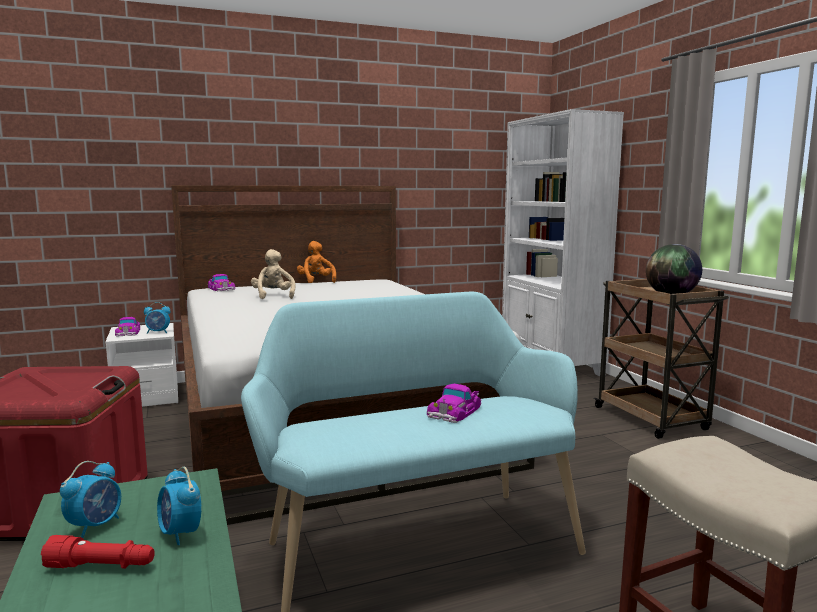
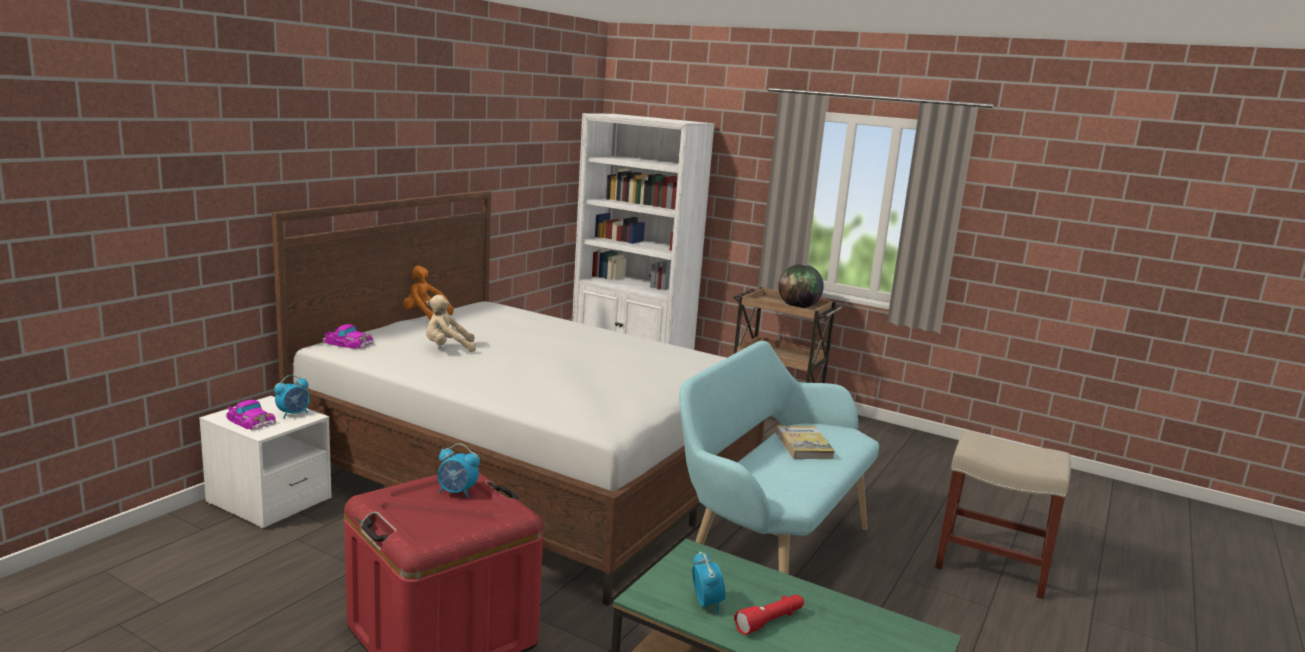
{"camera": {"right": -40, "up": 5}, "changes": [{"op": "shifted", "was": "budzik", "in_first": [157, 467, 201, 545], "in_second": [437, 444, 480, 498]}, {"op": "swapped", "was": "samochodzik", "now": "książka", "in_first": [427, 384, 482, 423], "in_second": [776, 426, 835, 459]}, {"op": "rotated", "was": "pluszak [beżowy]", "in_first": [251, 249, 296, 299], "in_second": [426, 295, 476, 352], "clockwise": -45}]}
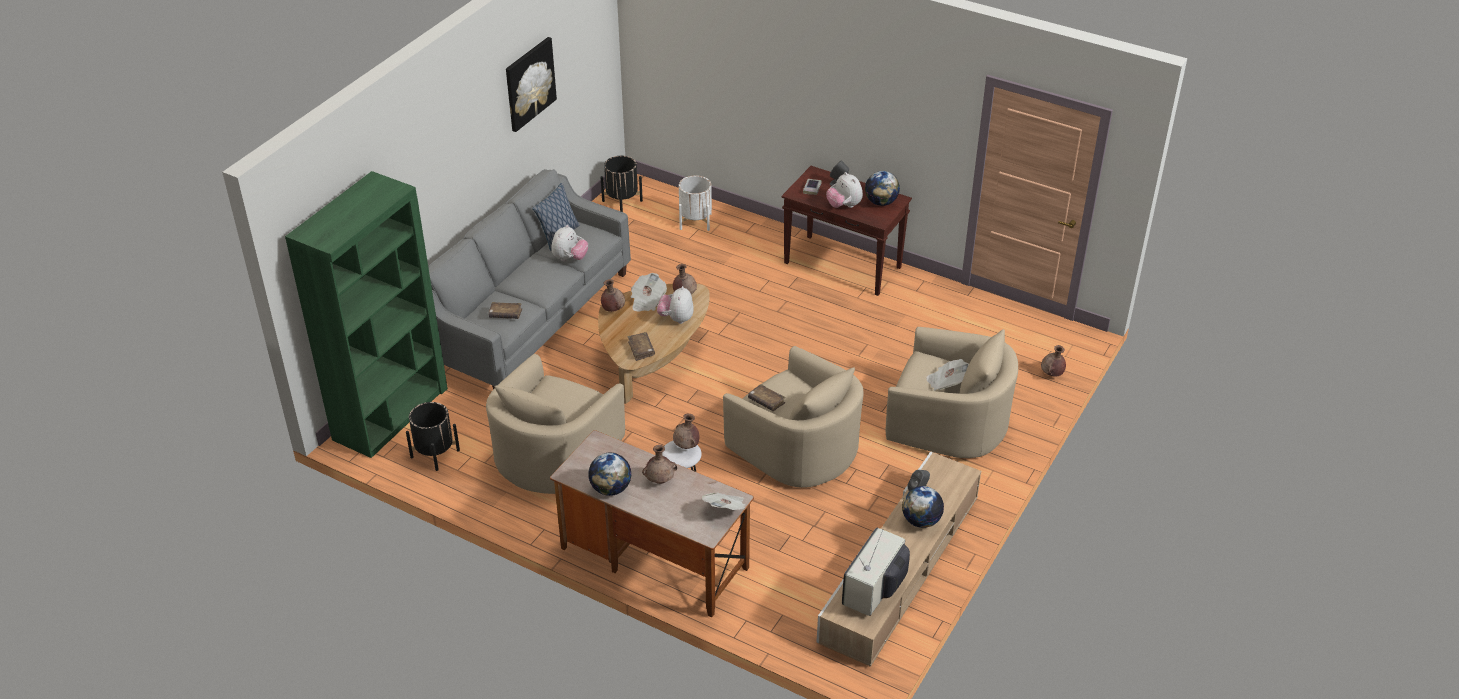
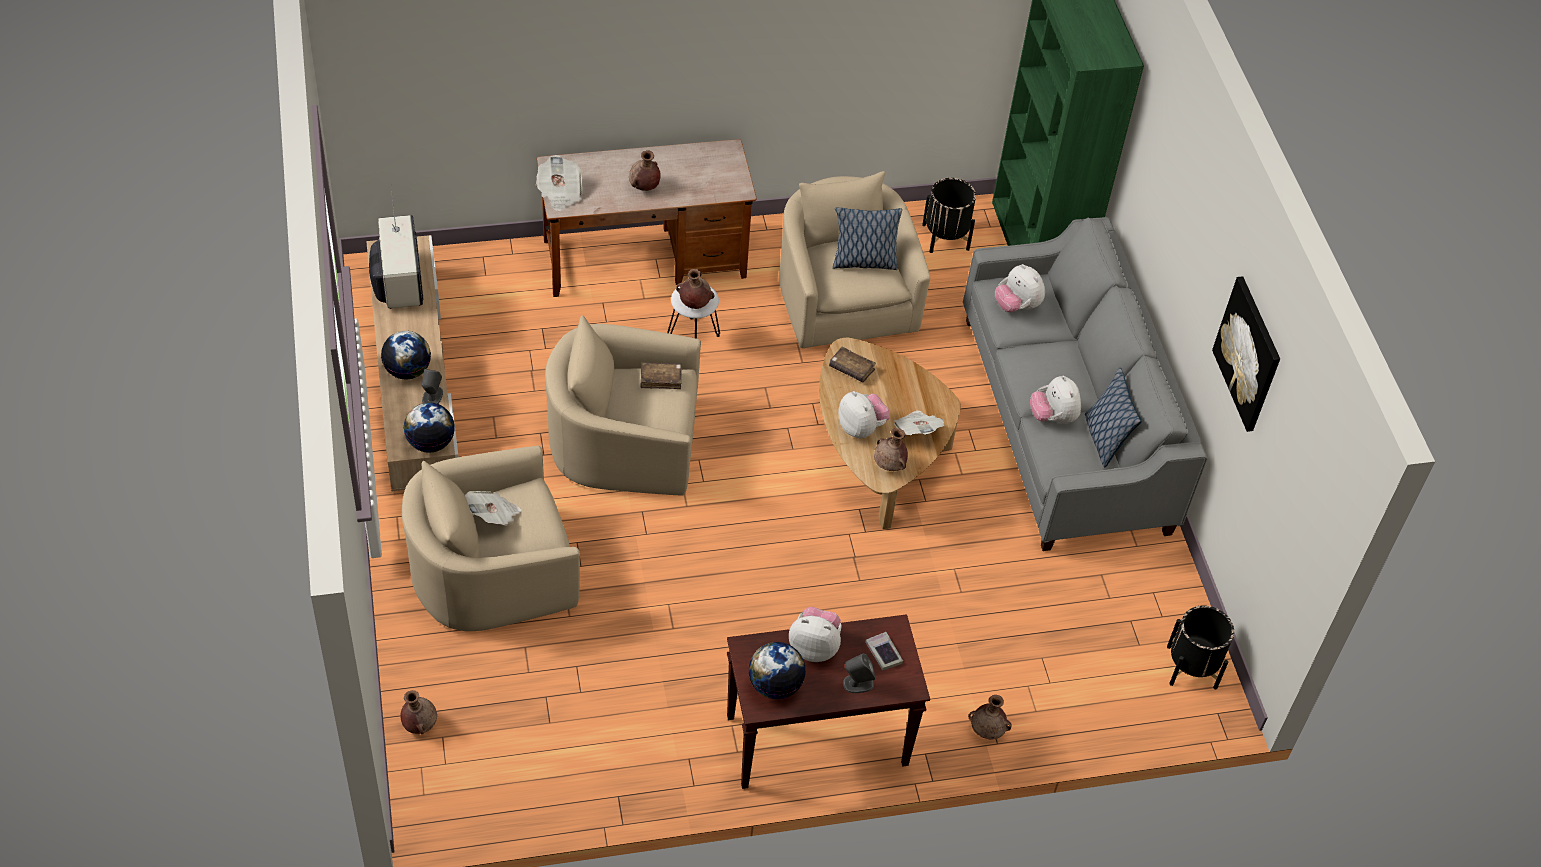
{"camera": {"right": 135, "up": 10}, "changes": [{"op": "gone", "was": "donica [biały]", "in_first": [679, 176, 712, 231]}, {"op": "new", "now": "poduszka", "in_second": [833, 208, 902, 270]}, {"op": "shifted", "was": "globus", "in_first": [588, 453, 632, 496], "in_second": [404, 402, 455, 453]}, {"op": "shifted", "was": "wazon [brązowy]", "in_first": [601, 279, 625, 312], "in_second": [968, 695, 1012, 740]}, {"op": "swapped", "was": "książka [brązowy]", "now": "pluszak", "in_first": [488, 302, 522, 319], "in_second": [995, 264, 1045, 312]}]}
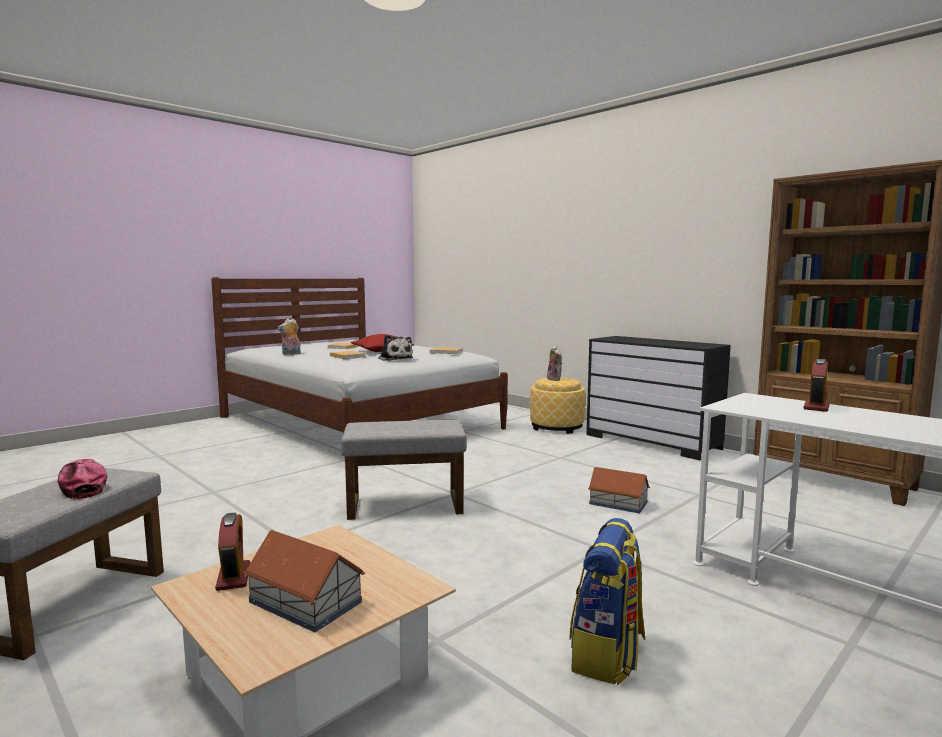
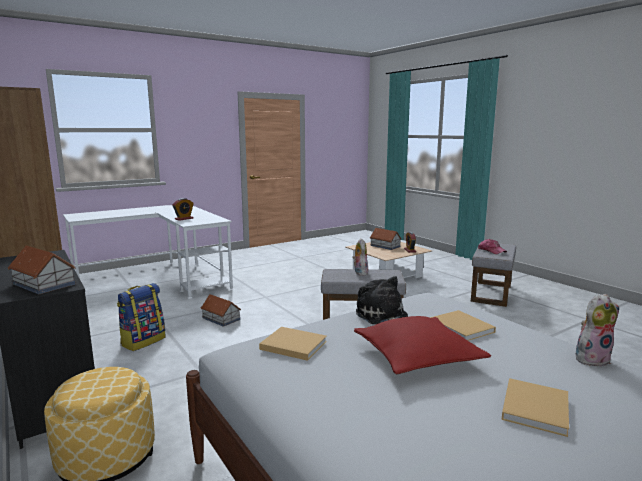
{"camera": {"right": -170, "up": 5}, "changes": [{"op": "new", "now": "domek", "in_second": [8, 246, 75, 294]}, {"op": "shifted", "was": "pluszak", "in_first": [547, 345, 562, 381], "in_second": [352, 238, 368, 276]}, {"op": "shifted", "was": "plecak", "in_first": [569, 518, 645, 685], "in_second": [117, 283, 166, 351]}]}
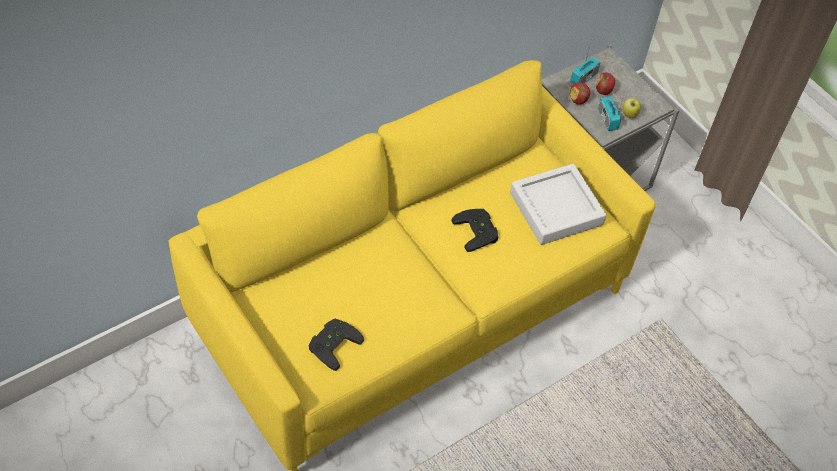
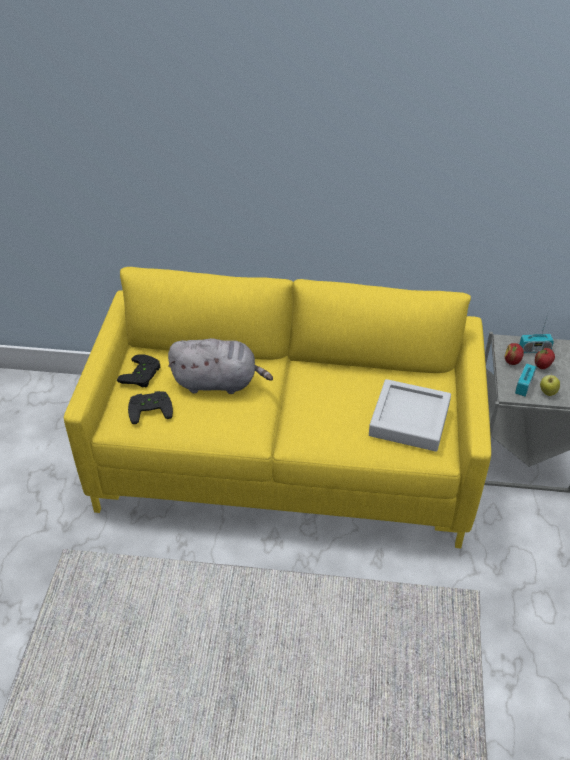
{"camera": {"right": 45, "up": -10}, "changes": [{"op": "new", "now": "pluszak [szary]", "in_second": [168, 338, 273, 394]}, {"op": "shifted", "was": "pad do gier [czarny]", "in_first": [451, 209, 498, 252], "in_second": [117, 354, 160, 388]}]}
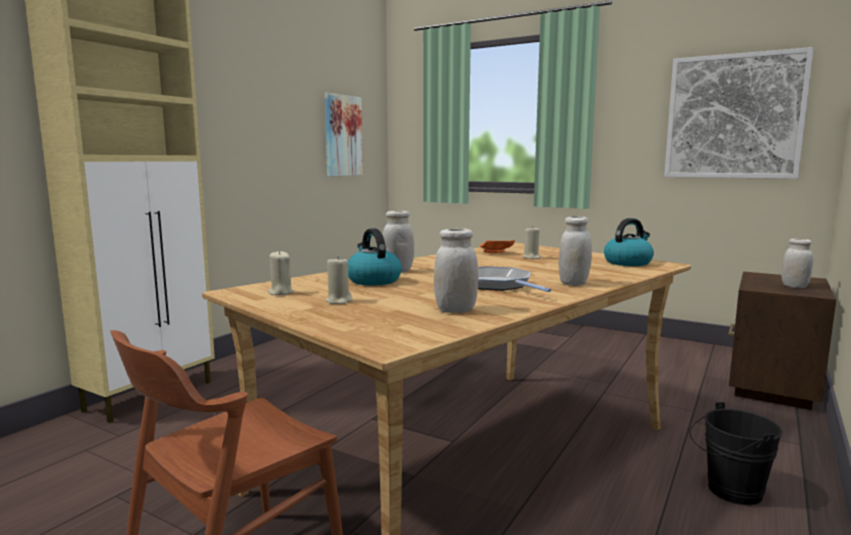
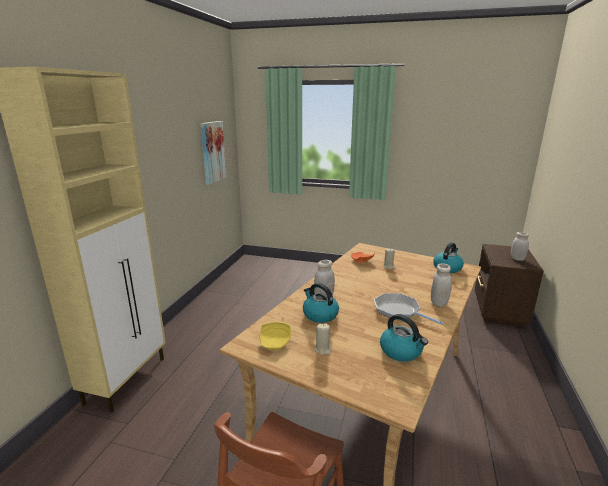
{"camera": {"right": -15, "up": 10}, "changes": [{"op": "gone", "was": "obraz", "in_first": [664, 47, 814, 179]}, {"op": "gone", "was": "wiadro [czarny]", "in_first": [690, 402, 783, 505]}, {"op": "swapped", "was": "świeca [beżowy]", "now": "talerz [żółty]", "in_first": [268, 250, 294, 295], "in_second": [260, 322, 291, 351]}, {"op": "swapped", "was": "słoik [biały]", "now": "czajnik", "in_first": [434, 228, 479, 313], "in_second": [380, 314, 428, 362]}]}
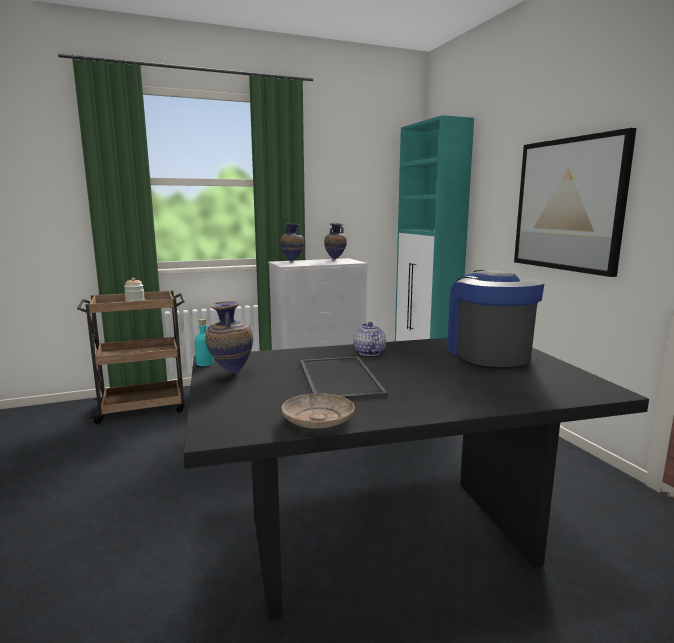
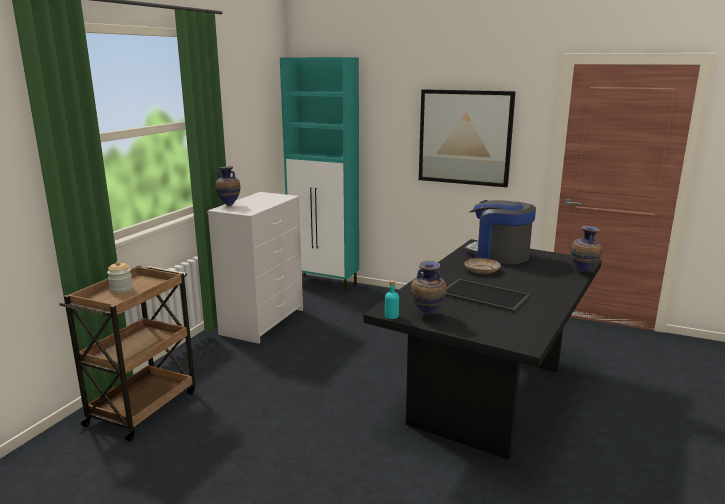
{"camera": {"right": -45, "up": 5}, "changes": [{"op": "gone", "was": "imbryk", "in_first": [353, 322, 386, 356]}, {"op": "shifted", "was": "talerz [beżowy]", "in_first": [282, 393, 355, 429], "in_second": [464, 258, 501, 274]}, {"op": "shifted", "was": "wazon", "in_first": [324, 223, 347, 259], "in_second": [571, 226, 602, 272]}]}
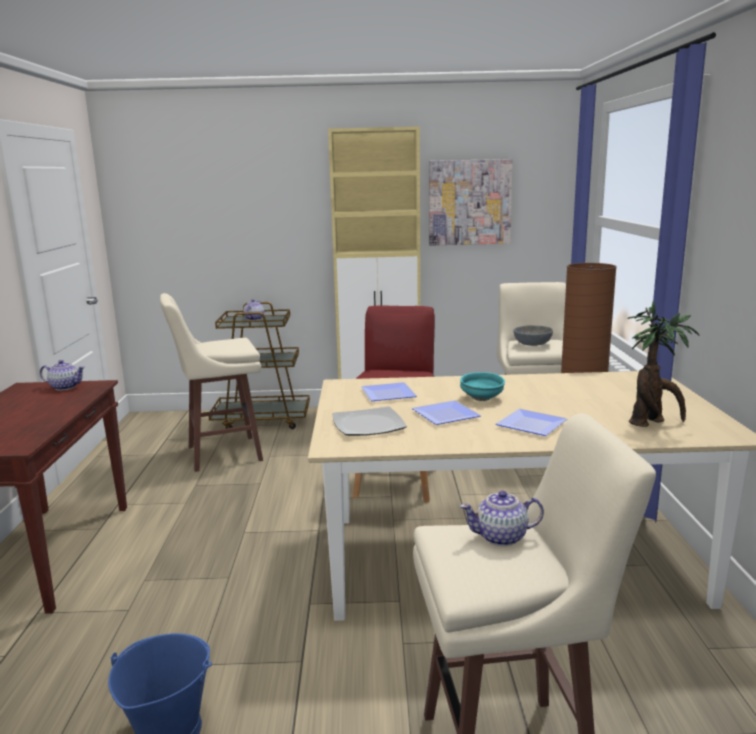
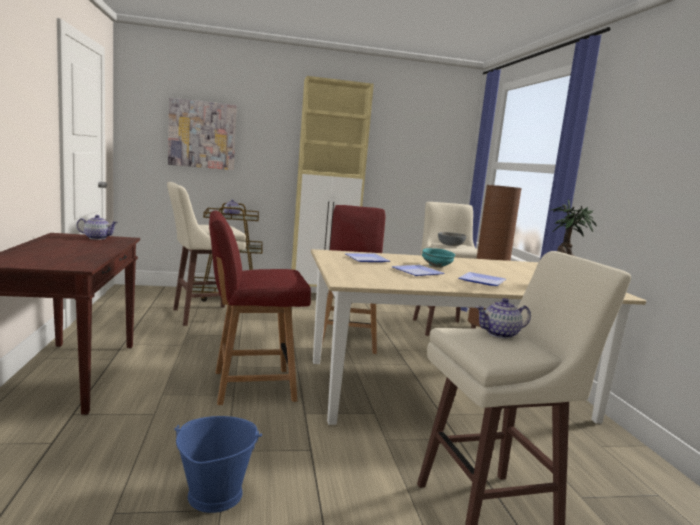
{"camera": {"right": -10, "up": -5}, "changes": [{"op": "gone", "was": "talerz", "in_first": [332, 406, 407, 436]}, {"op": "new", "now": "krzesło [czerwony]", "in_second": [209, 210, 311, 405]}, {"op": "shifted", "was": "obraz", "in_first": [429, 159, 513, 246], "in_second": [168, 98, 237, 170]}]}
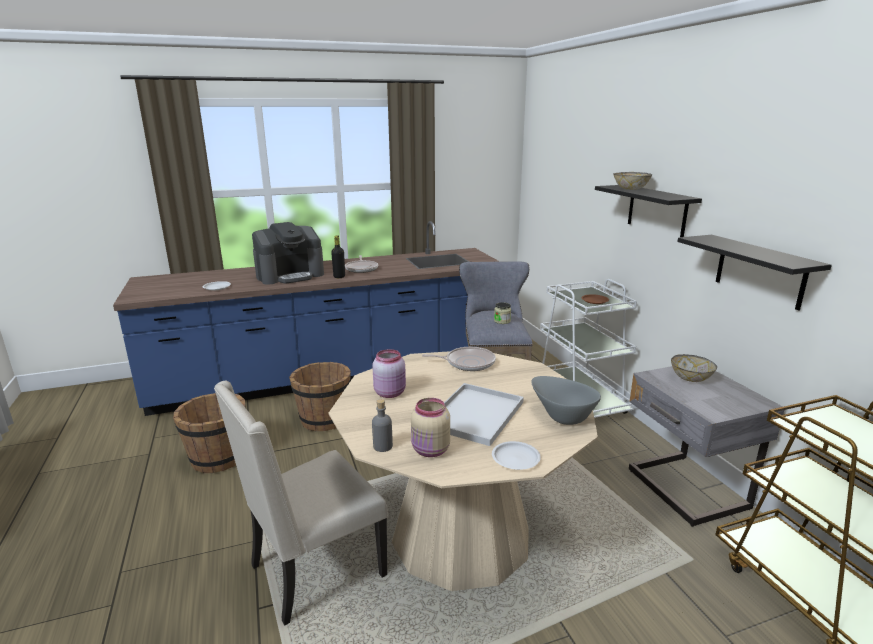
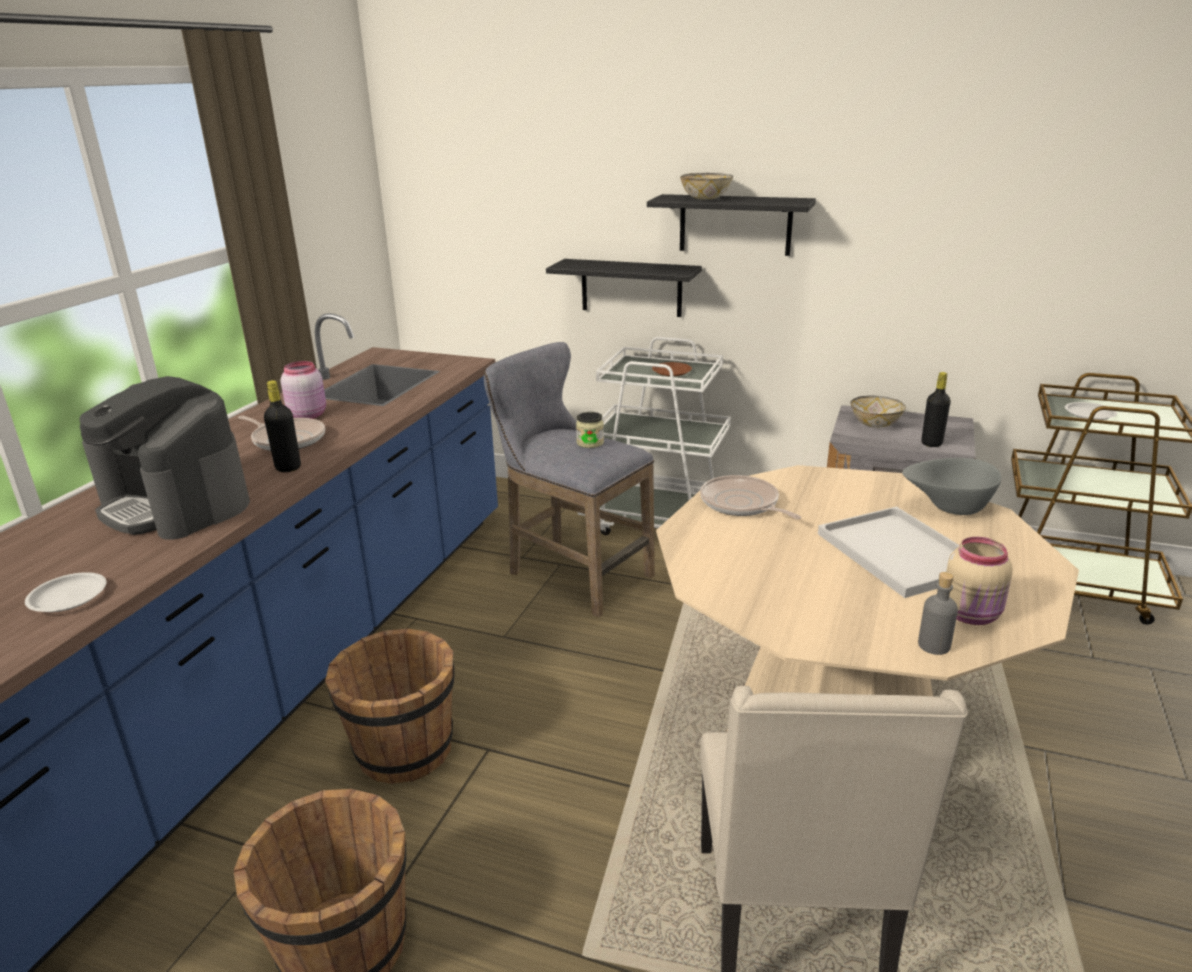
{"camera": {"right": -50, "up": 5}, "changes": [{"op": "new", "now": "butelka [czarny]", "in_second": [921, 372, 951, 447]}, {"op": "shifted", "was": "słoik [różowy]", "in_first": [372, 349, 406, 398], "in_second": [281, 361, 326, 419]}, {"op": "shifted", "was": "talerz [biały]", "in_first": [492, 441, 541, 470], "in_second": [1065, 402, 1117, 420]}, {"op": "shifted", "was": "półka [czarny]", "in_first": [677, 235, 832, 310], "in_second": [546, 259, 702, 317]}, {"op": "rotated", "was": "ekspres do kawy", "in_first": [252, 222, 324, 285], "in_second": [79, 376, 250, 540], "clockwise": 120}, {"op": "rotated", "was": "patelnia", "in_first": [422, 347, 496, 371], "in_second": [700, 475, 801, 519], "clockwise": -75}]}
